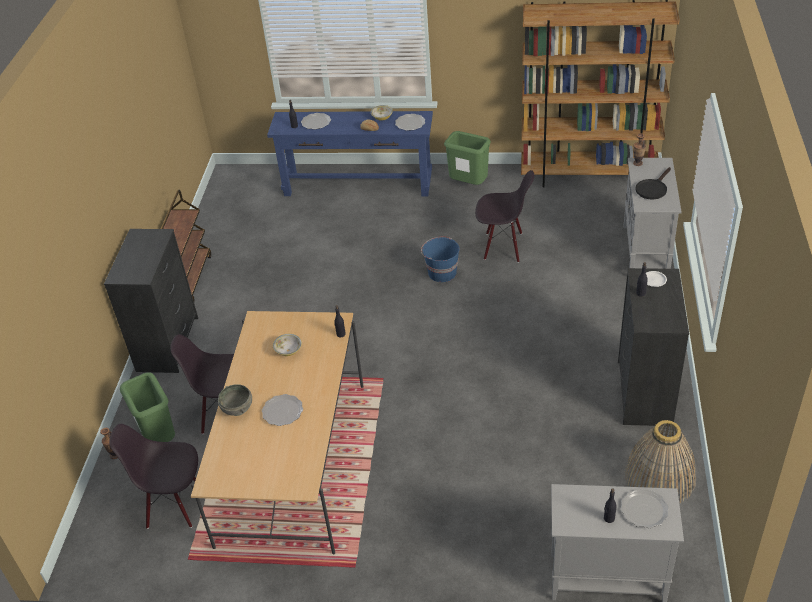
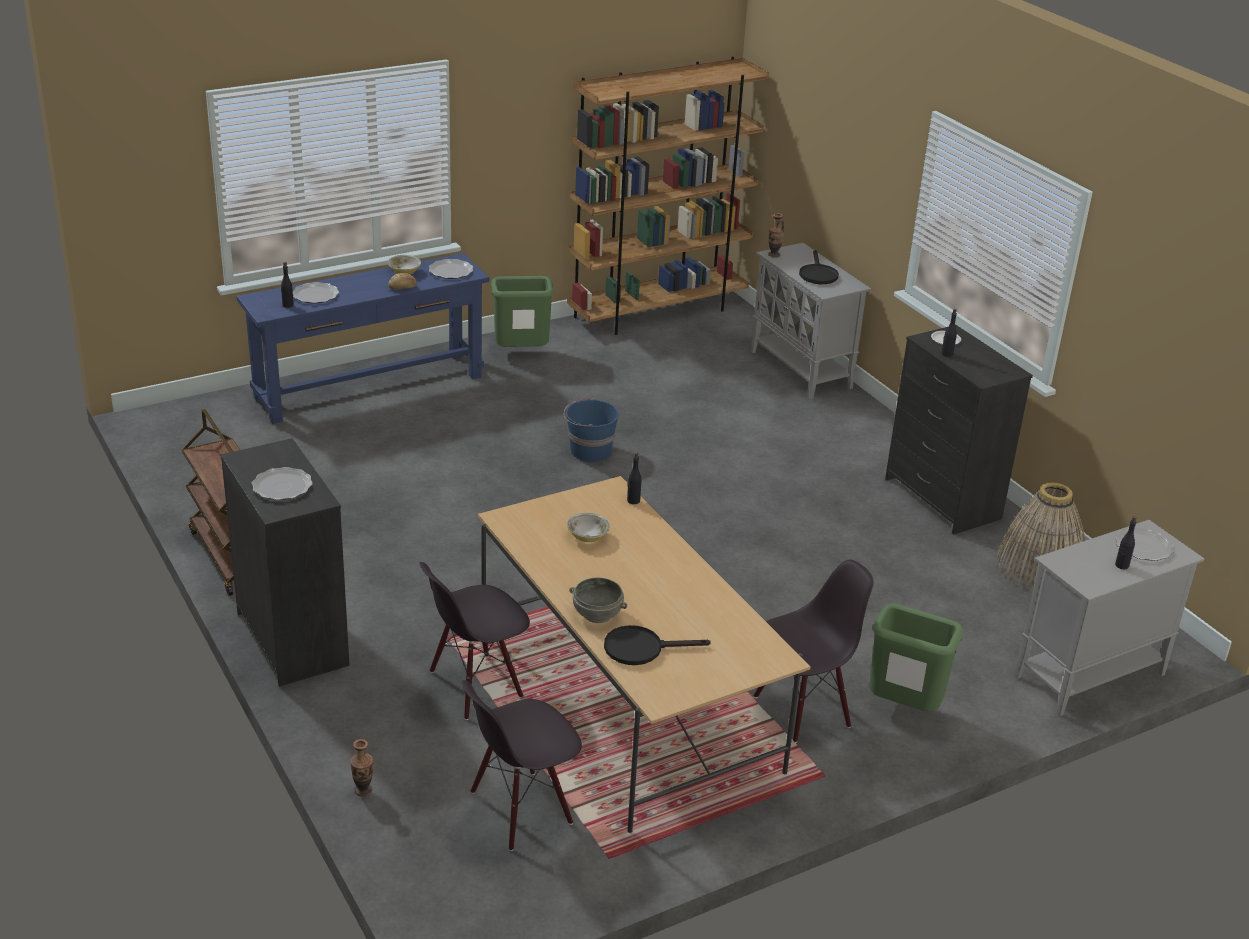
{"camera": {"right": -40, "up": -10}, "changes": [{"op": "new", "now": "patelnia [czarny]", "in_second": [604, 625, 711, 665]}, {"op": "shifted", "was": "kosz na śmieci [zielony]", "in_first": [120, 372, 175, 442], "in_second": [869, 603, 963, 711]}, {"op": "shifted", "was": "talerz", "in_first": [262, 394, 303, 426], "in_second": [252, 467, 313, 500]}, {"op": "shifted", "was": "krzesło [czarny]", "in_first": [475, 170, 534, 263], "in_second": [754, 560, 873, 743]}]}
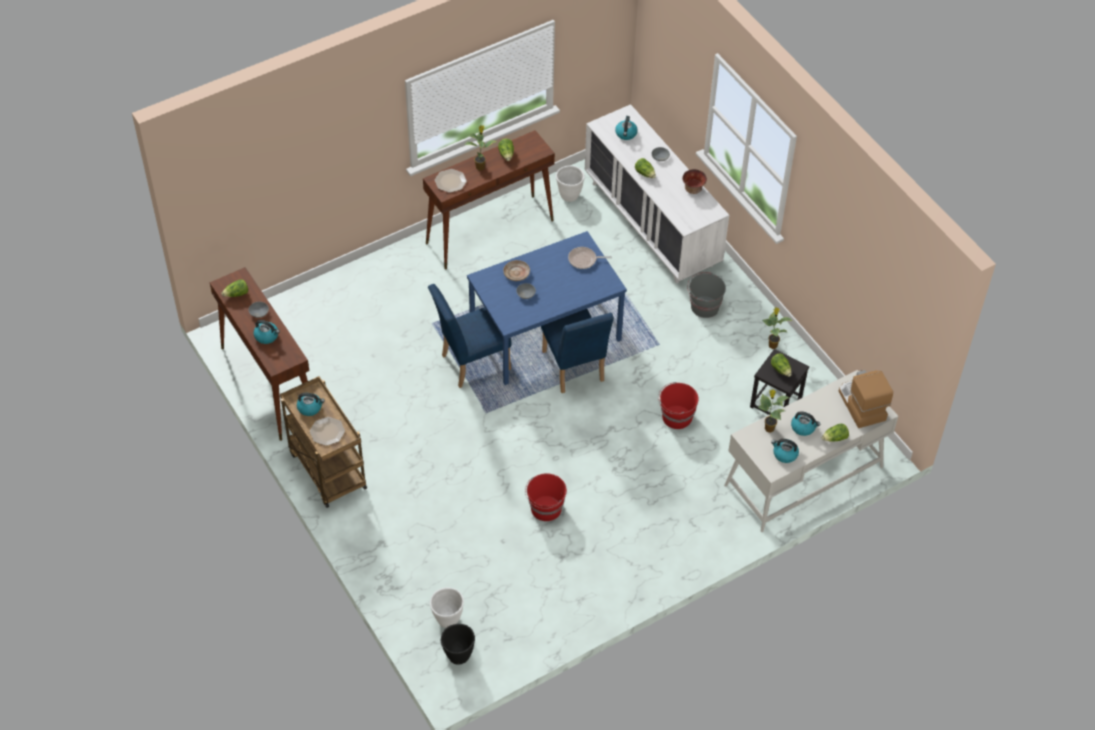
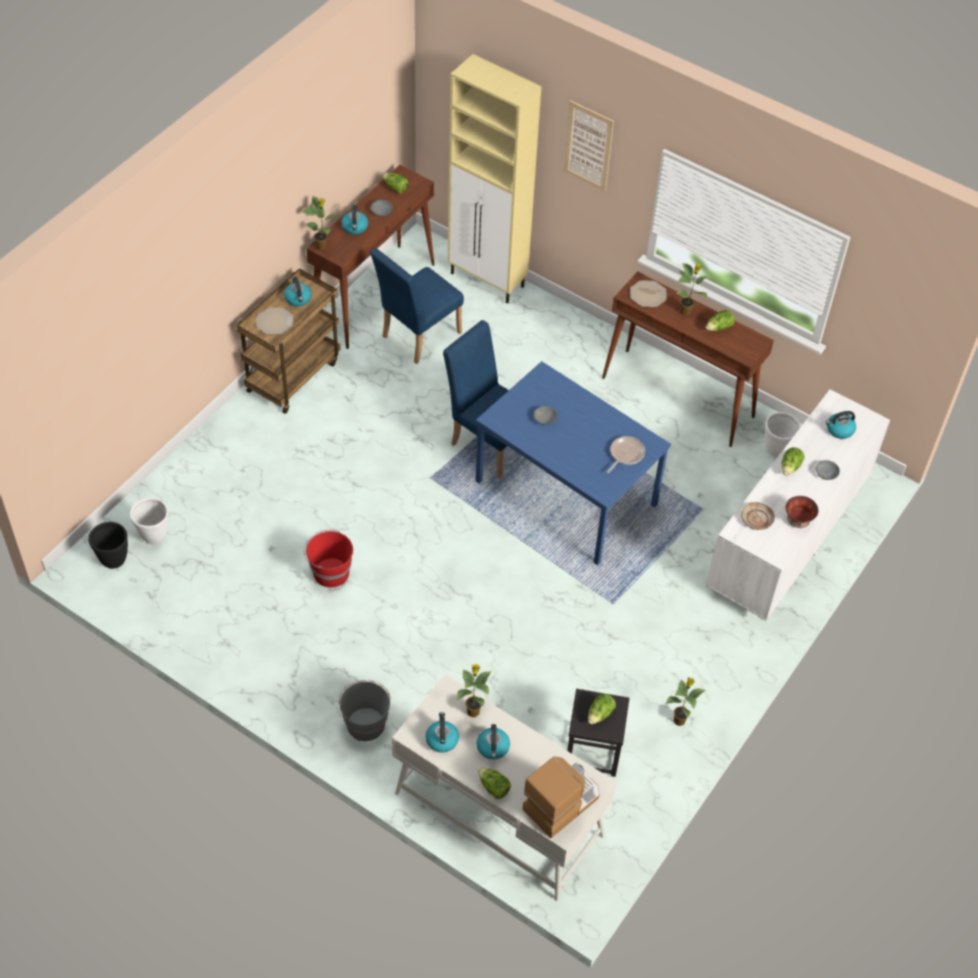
{"camera": {"right": 65, "up": 0}, "changes": [{"op": "gone", "was": "wiadro [czerwony]", "in_first": [658, 382, 699, 429]}, {"op": "new", "now": "roślina doniczkowa", "in_second": [302, 196, 336, 250]}, {"op": "new", "now": "szafka [beżowy]", "in_second": [448, 54, 541, 304]}, {"op": "new", "now": "obraz", "in_second": [563, 100, 614, 192]}, {"op": "shifted", "was": "talerz [beżowy]", "in_first": [503, 260, 530, 281], "in_second": [741, 502, 775, 530]}, {"op": "shifted", "was": "krzesło [niebieski]", "in_first": [541, 309, 614, 393], "in_second": [370, 248, 464, 364]}, {"op": "shifted", "was": "wiadro [szary]", "in_first": [687, 272, 726, 318], "in_second": [339, 680, 390, 741]}, {"op": "rotated", "was": "patelnia", "in_first": [568, 247, 612, 269], "in_second": [607, 436, 645, 473], "clockwise": 60}]}
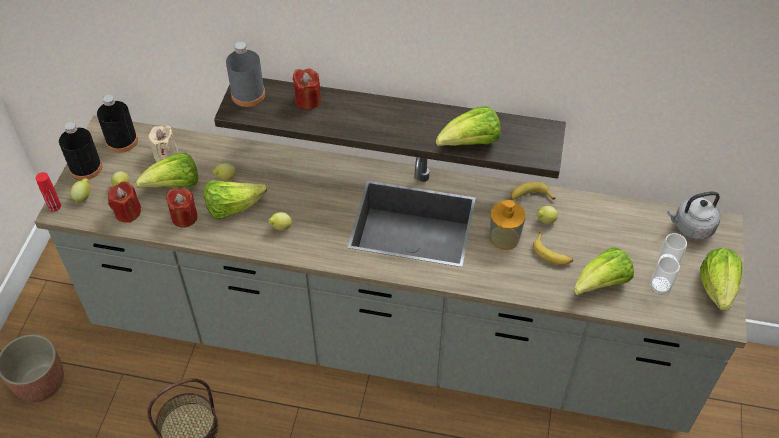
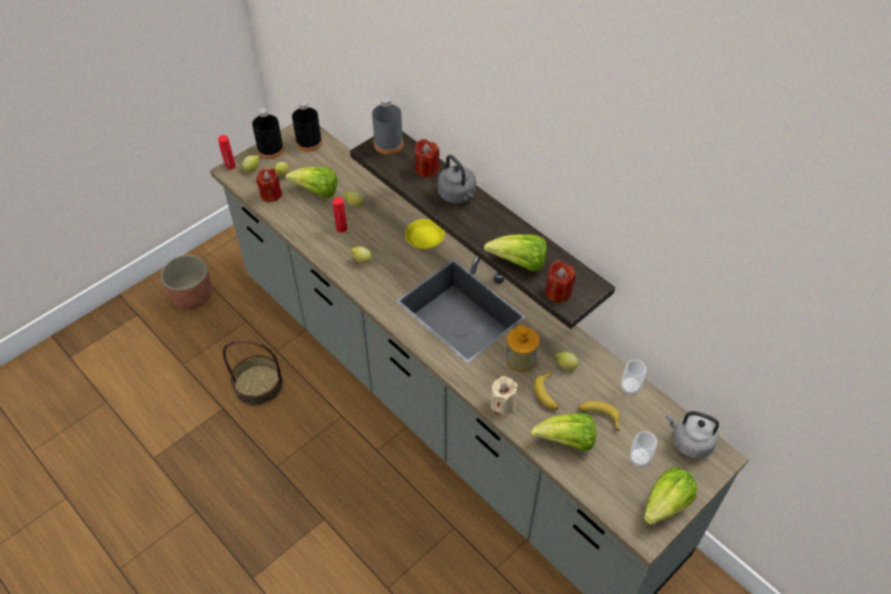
{"camera": {"right": 35, "up": 0}, "changes": [{"op": "new", "now": "talerz [żółty]", "in_second": [405, 219, 445, 249]}, {"op": "new", "now": "czajnik [szary]", "in_second": [438, 155, 476, 204]}, {"op": "shifted", "was": "świeca [beżowy]", "in_first": [148, 126, 178, 162], "in_second": [490, 376, 518, 415]}, {"op": "shifted", "was": "świeca [czerwony]", "in_first": [166, 188, 198, 228], "in_second": [545, 260, 576, 303]}, {"op": "shifted", "was": "banan", "in_first": [510, 182, 556, 200], "in_second": [578, 401, 620, 431]}, {"op": "shifted", "was": "filiżanka", "in_first": [650, 256, 680, 295], "in_second": [621, 360, 646, 395]}, {"op": "swapped", "was": "sałata", "now": "butelka [czerwony]", "in_first": [204, 180, 267, 219], "in_second": [333, 197, 347, 232]}]}
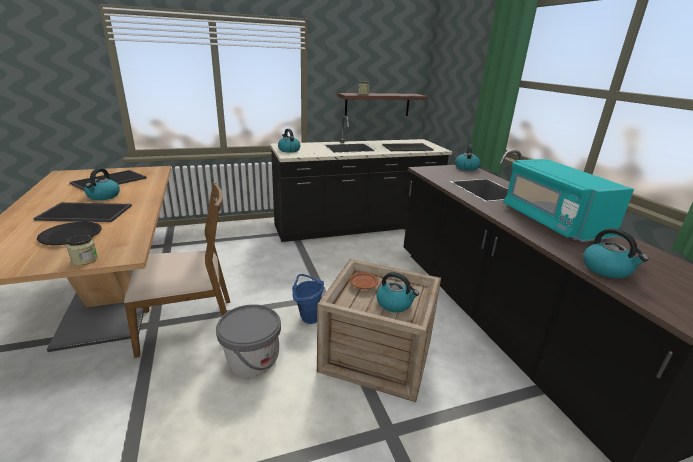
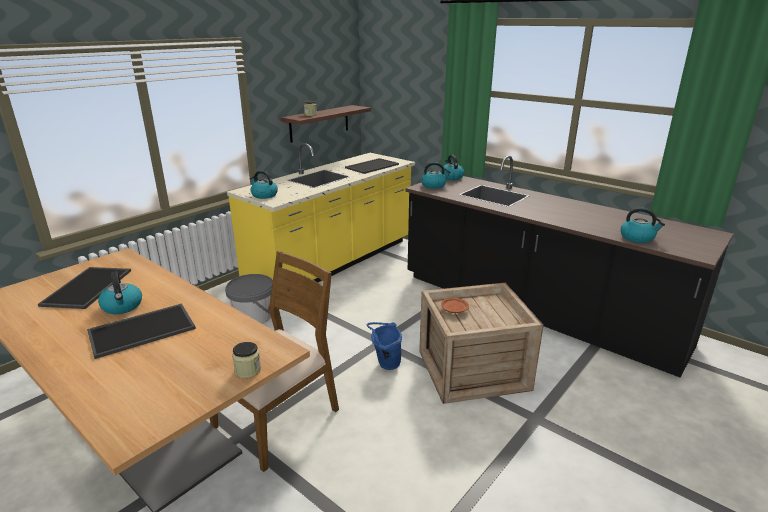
{"camera": {"right": -30, "up": 0}, "changes": [{"op": "gone", "was": "talerz [czarny]", "in_first": [37, 222, 101, 245]}, {"op": "gone", "was": "mikrofalówka [turkusowy]", "in_first": [503, 159, 634, 242]}, {"op": "shifted", "was": "wiadro [szary]", "in_first": [216, 304, 281, 377], "in_second": [225, 274, 273, 324]}, {"op": "shifted", "was": "czajnik", "in_first": [376, 272, 419, 312], "in_second": [421, 162, 451, 189]}, {"op": "repainted", "was": "zabudowa kuchenna [czarny]", "now": "zabudowa kuchenna [żółty]", "in_first": [270, 116, 452, 242], "in_second": [227, 143, 415, 282]}]}
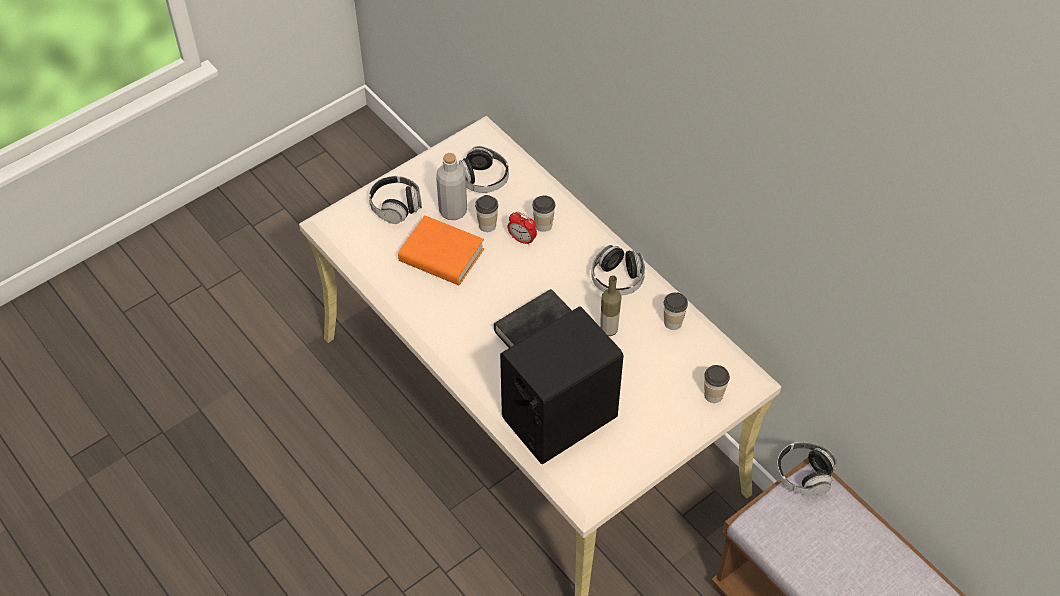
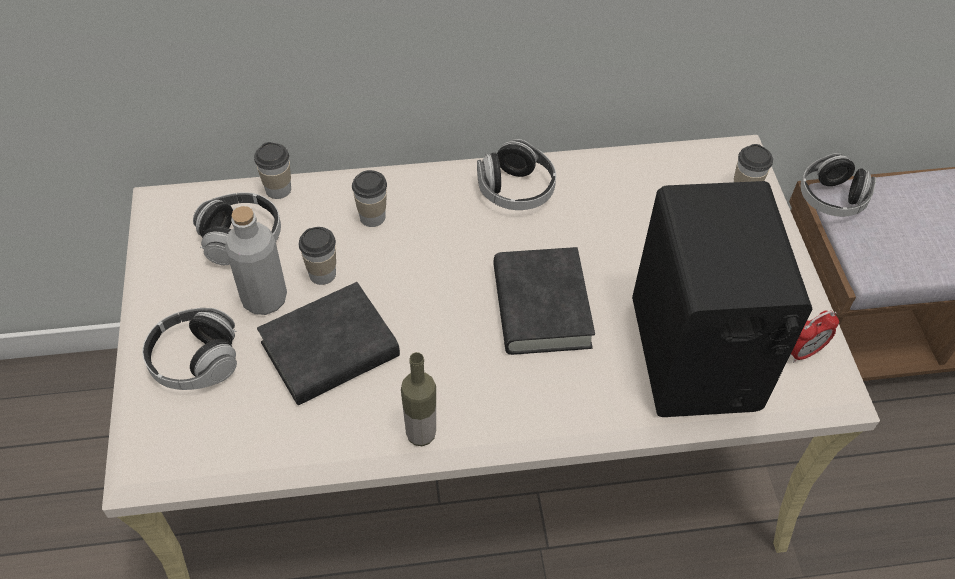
{"camera": {"right": -60, "up": 0}, "changes": [{"op": "shifted", "was": "budzik", "in_first": [508, 212, 537, 245], "in_second": [790, 310, 839, 362]}, {"op": "shifted", "was": "butelka", "in_first": [600, 275, 622, 336], "in_second": [401, 352, 436, 446]}, {"op": "shifted", "was": "filiżanka", "in_first": [664, 292, 688, 330], "in_second": [254, 142, 291, 199]}, {"op": "repainted", "was": "książka [pomarańczowy]", "now": "książka [czarny]", "in_first": [398, 215, 484, 285], "in_second": [257, 282, 400, 405]}]}
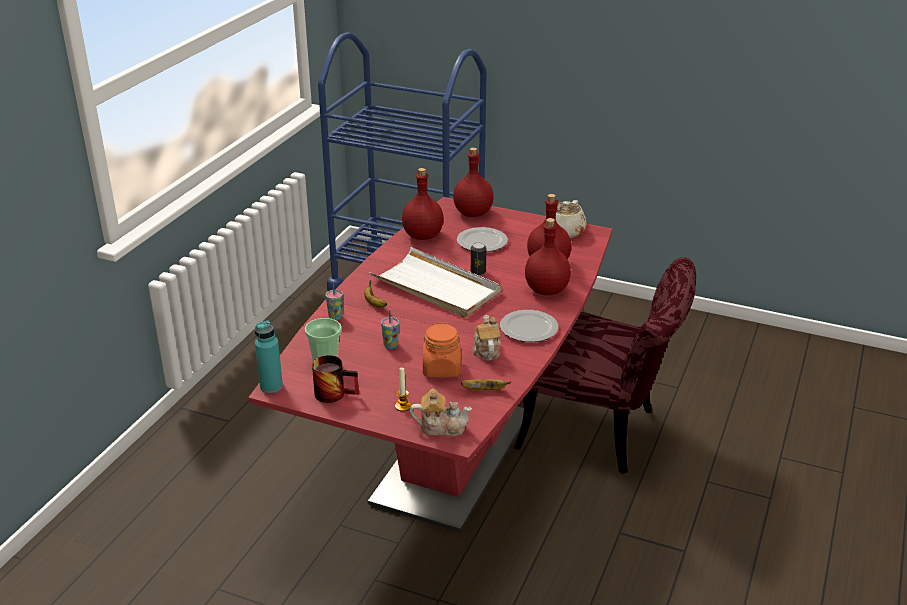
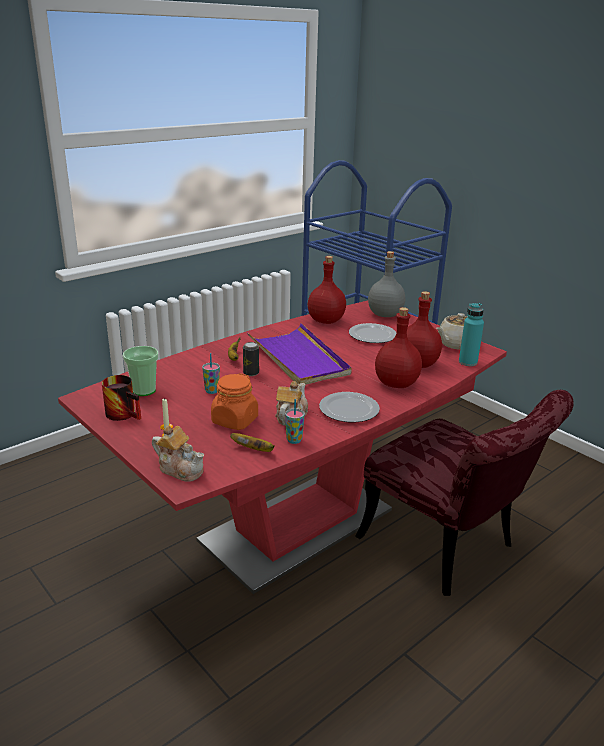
{"camera": {"right": 25, "up": -5}, "changes": [{"op": "shifted", "was": "butelka [turkusowy]", "in_first": [255, 320, 283, 393], "in_second": [459, 303, 484, 366]}, {"op": "shifted", "was": "filiżanka", "in_first": [326, 282, 343, 320], "in_second": [285, 399, 305, 444]}, {"op": "shifted", "was": "puszka", "in_first": [471, 242, 486, 276], "in_second": [243, 342, 259, 376]}, {"op": "repainted", "was": "taca [biały]", "now": "taca [fioletowy]", "in_first": [370, 247, 502, 318], "in_second": [247, 323, 352, 385]}, {"op": "repainted", "was": "butelka [czerwony]", "now": "butelka [szary]", "in_first": [453, 148, 493, 217], "in_second": [368, 251, 405, 317]}]}
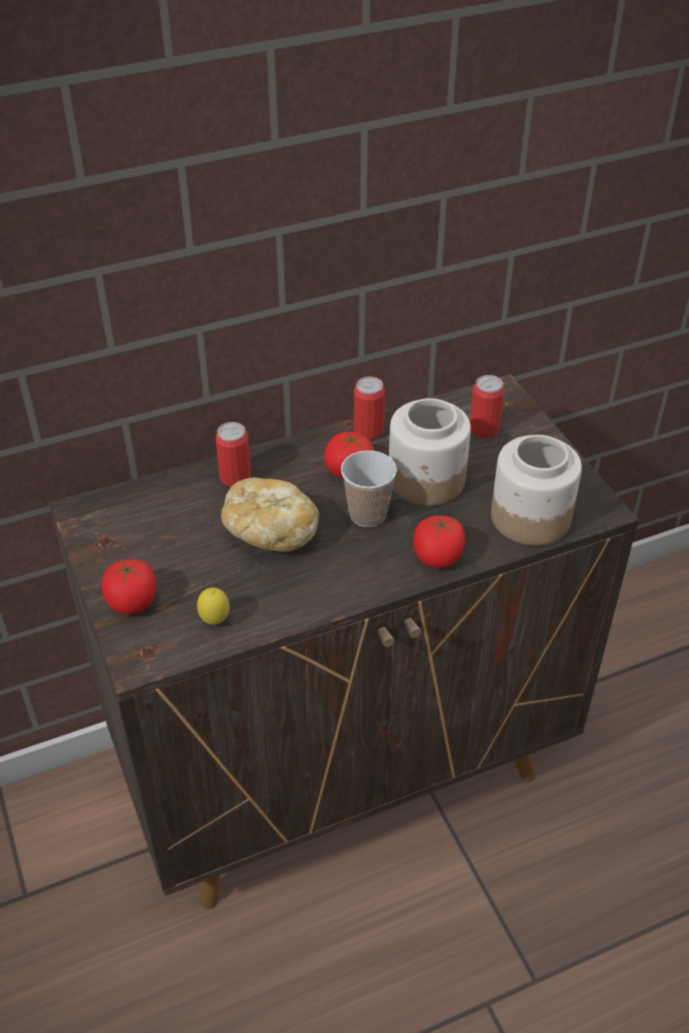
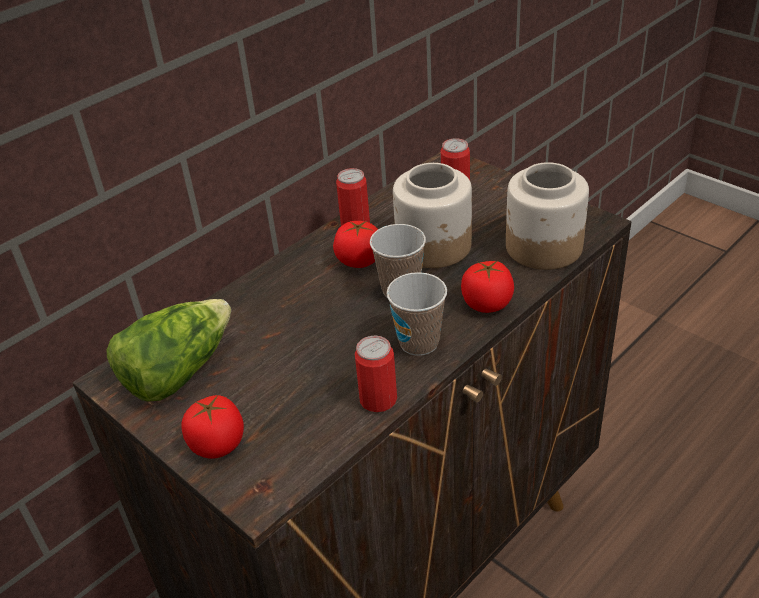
{"camera": {"right": -20, "up": -5}, "changes": [{"op": "gone", "was": "cytryna", "in_first": [197, 587, 230, 625]}, {"op": "gone", "was": "chleb", "in_first": [221, 477, 319, 552]}, {"op": "new", "now": "sałata", "in_second": [107, 299, 231, 402]}, {"op": "new", "now": "filiżanka", "in_second": [386, 272, 447, 356]}, {"op": "shifted", "was": "puszka", "in_first": [216, 422, 251, 487], "in_second": [355, 336, 397, 412]}]}
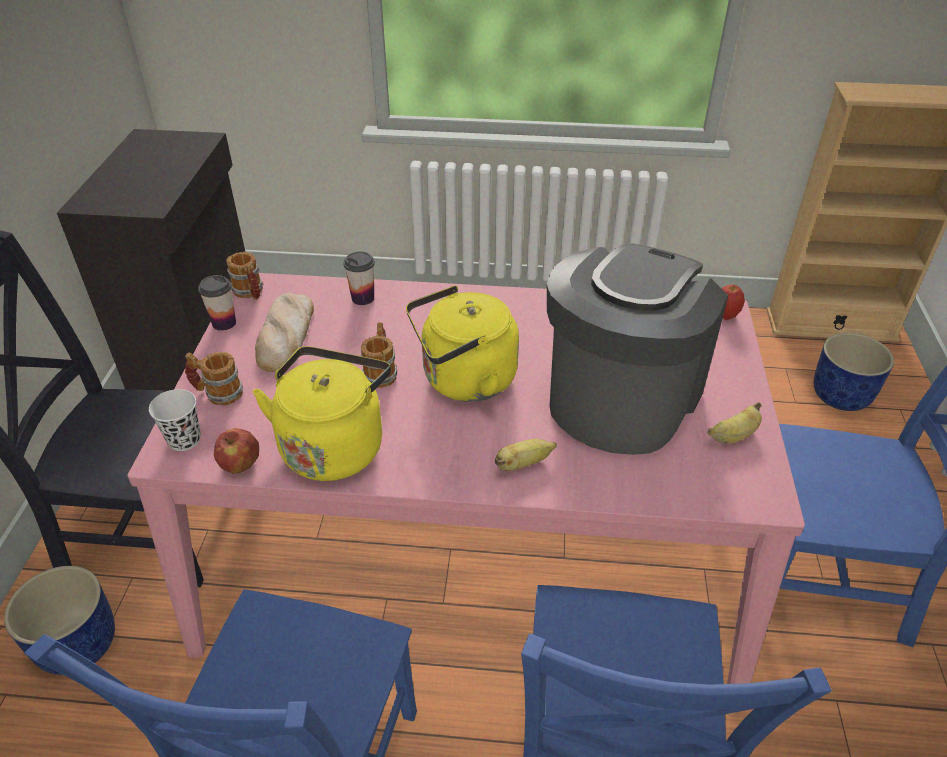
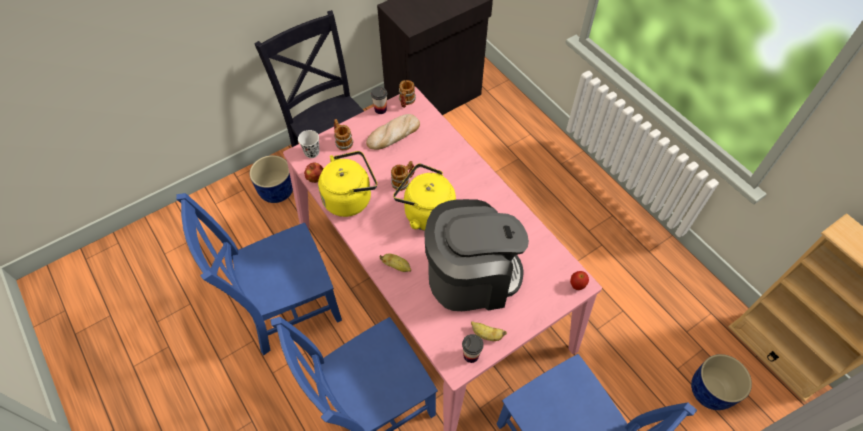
{"camera": {"right": 50, "up": 15}, "changes": [{"op": "shifted", "was": "filiżanka", "in_first": [343, 251, 375, 305], "in_second": [462, 334, 484, 363]}]}
